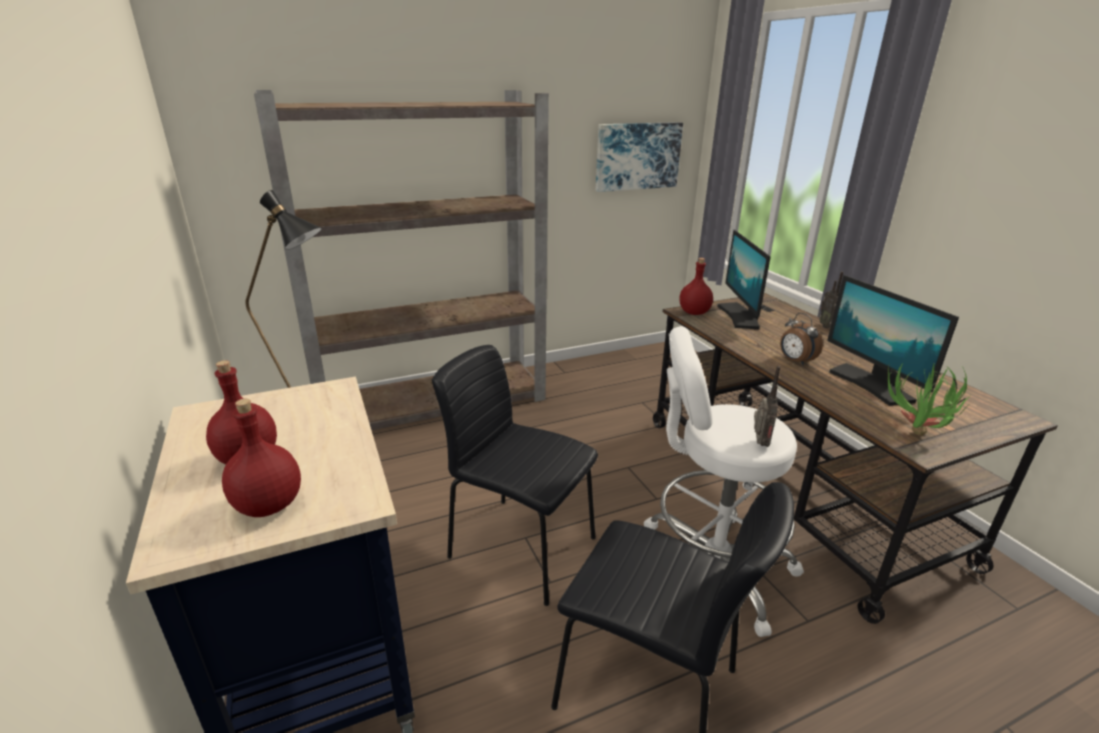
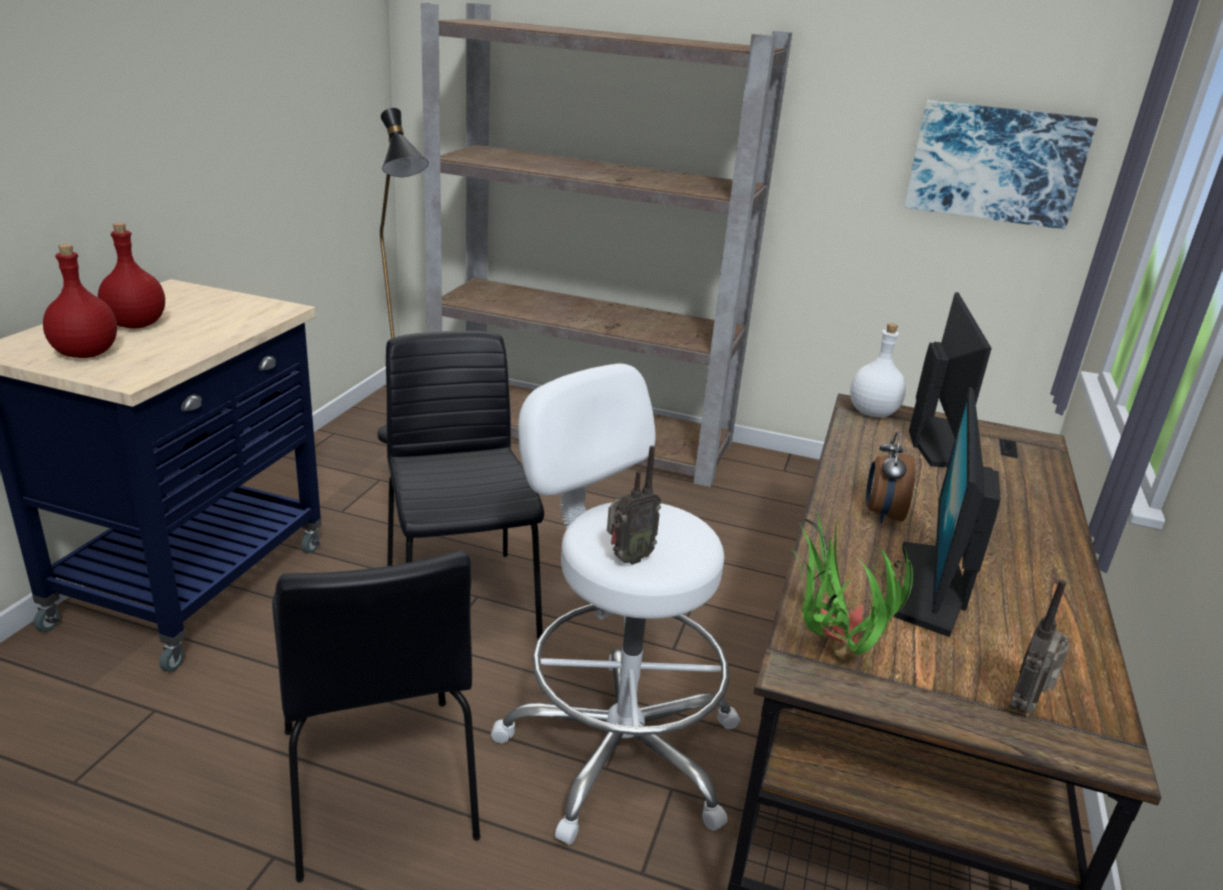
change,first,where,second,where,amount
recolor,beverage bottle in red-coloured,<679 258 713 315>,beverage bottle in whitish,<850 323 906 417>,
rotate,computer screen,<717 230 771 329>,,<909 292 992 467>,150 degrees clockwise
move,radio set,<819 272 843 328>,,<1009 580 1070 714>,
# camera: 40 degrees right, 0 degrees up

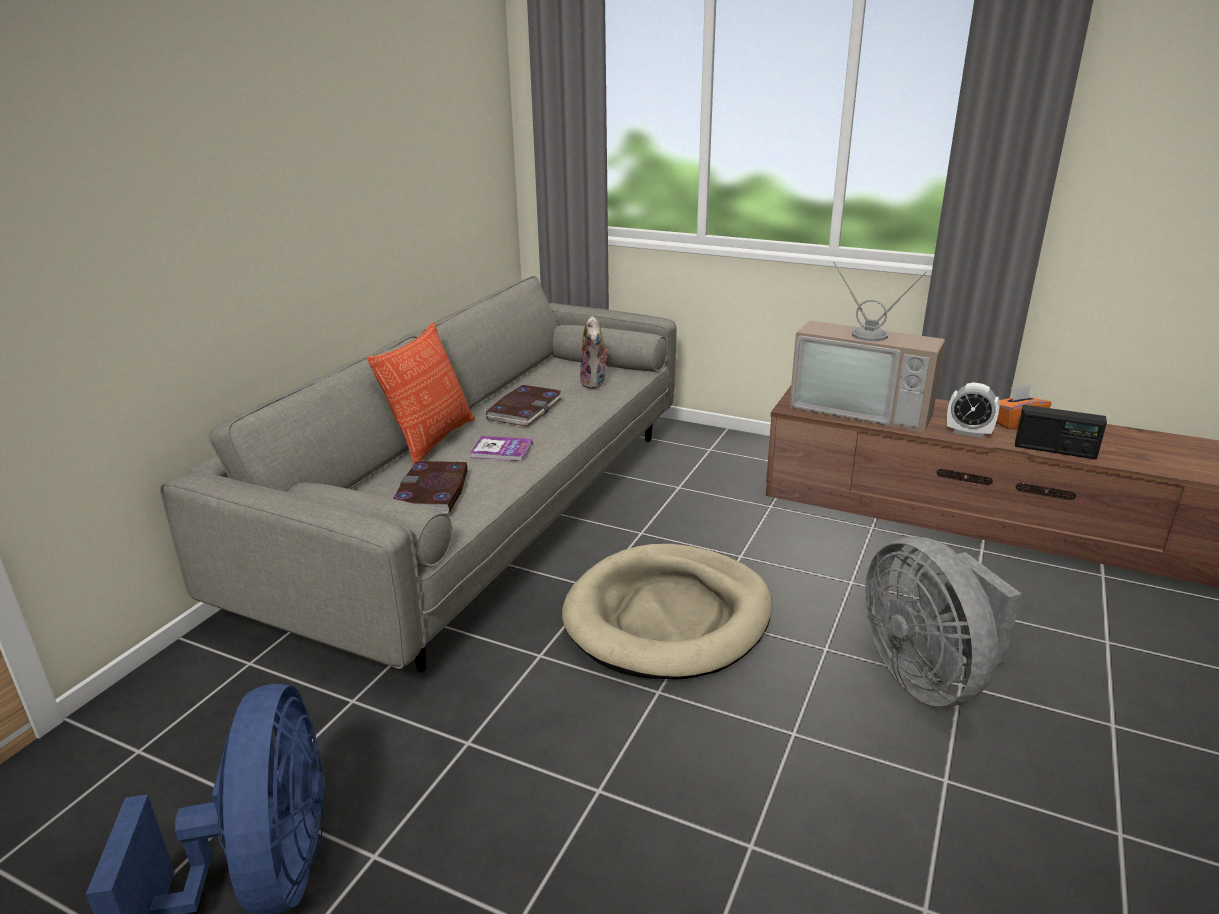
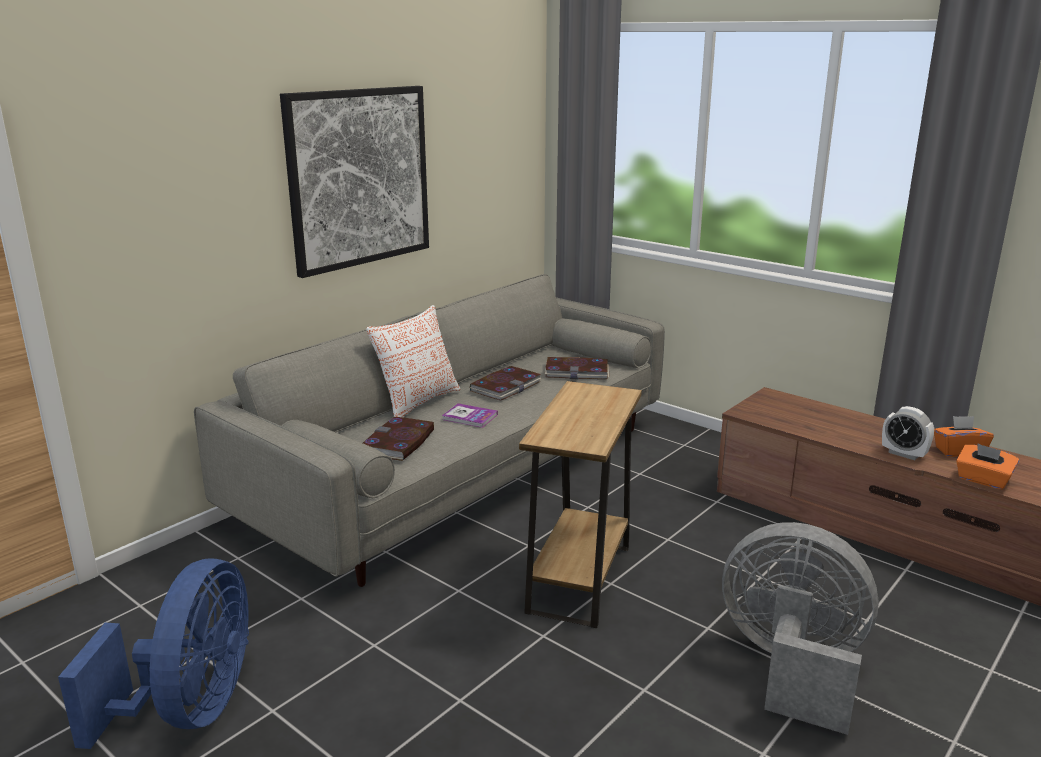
change,first,where,second,where,amount
insert,,,wall art,<280 86 429 278>,
recolor,pillow in orangey,<367 323 475 465>,pillow in whitish,<366 305 460 417>,
replace,dog cushion in beige-coloured,<562 544 772 679>,accent table in brown-coloured,<519 381 642 628>,
replace,plush toy,<580 316 610 389>,book,<545 357 609 379>,
rotate,fan in gray,<865 536 1022 707>,,<722 522 879 735>,120 degrees clockwise
replace,radio set,<1015 405 1107 460>,tissue box in orangey,<956 443 1019 490>,
delete,TV,<789 262 945 432>,,,
# camera: 15 degrees right, 5 degrees down

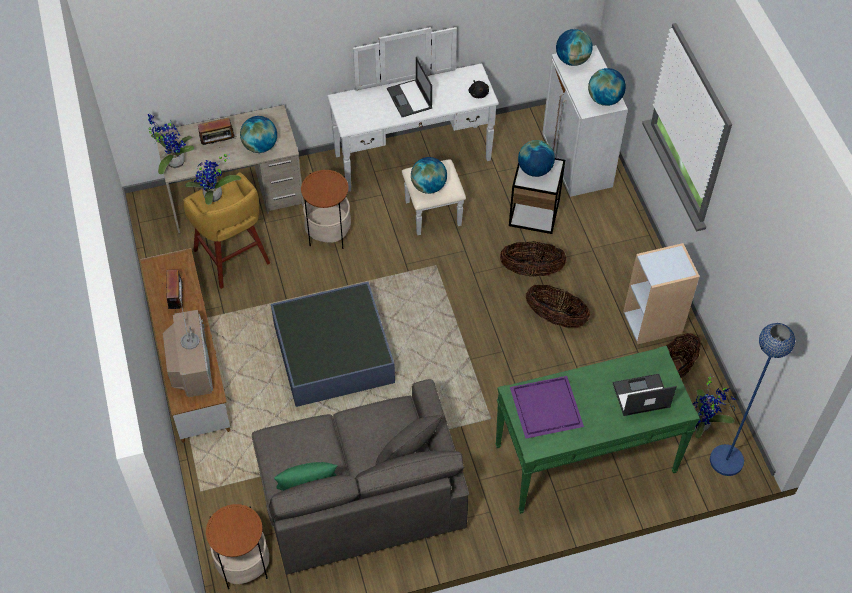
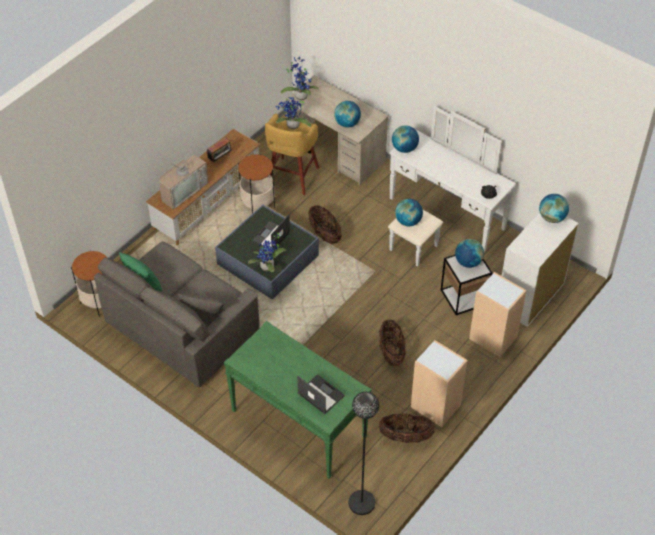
change,first,where,second,where,amount
move,accent table,<301 170 351 249>,,<238 155 275 214>,
move,houseplant,<693 376 736 439>,,<248 233 286 272>,
move,portable computer,<387 57 432 117>,,<252 214 290 248>,
move,storage basket,<500 241 567 276>,,<309 205 342 244>,
recolor,standing lamp in blue-coloured,<710 323 795 476>,standing lamp in black-coloured,<349 392 379 515>,
move,globe,<588 68 626 106>,,<392 125 419 153>,
insert,,,shelving unit,<469 272 527 357>,
delete,radio set,<198 118 236 145>,,,
delete,tray in purple-coloured,<510 376 584 439>,,,
# camera: 55 degrees right, 5 degrees down

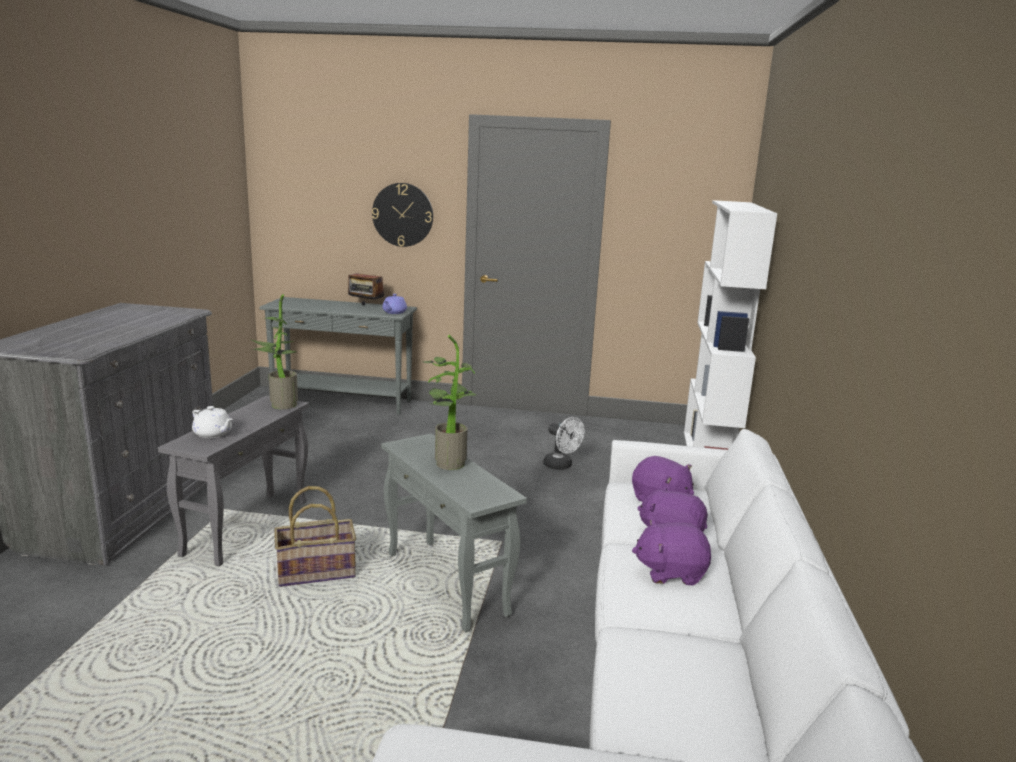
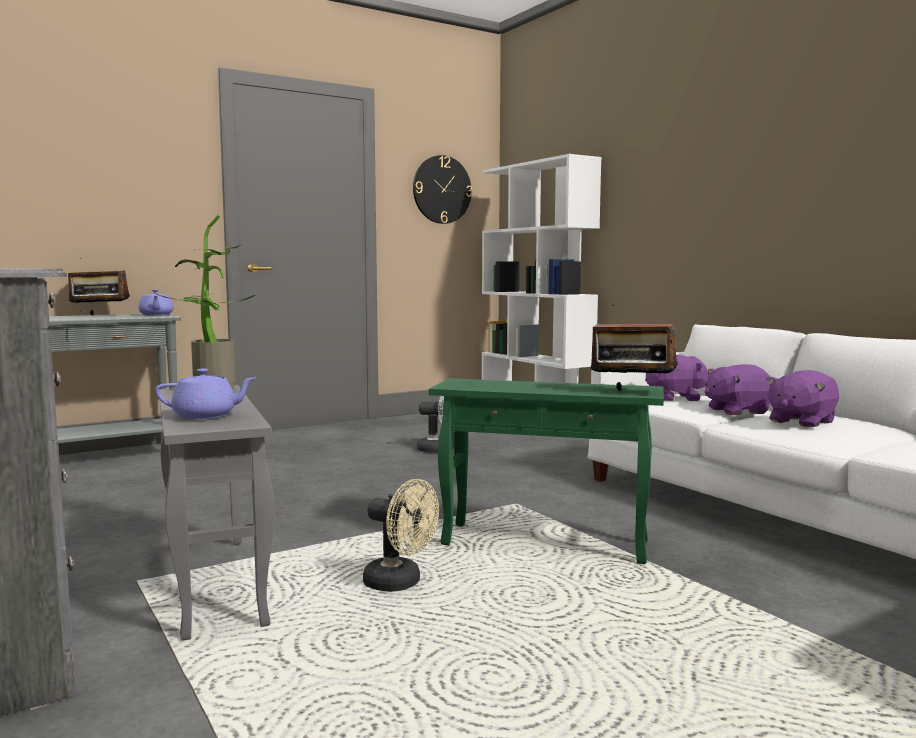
change,first,where,second,where,amount
recolor,tea pot in whitish,<192 406 233 438>,tea pot in purple-coloured,<155 368 256 419>,
replace,storage basket,<274 486 356 587>,fan in beige-coloured,<363 479 439 592>,
move,hanging clock,<372 183 433 247>,,<413 155 472 224>,
recolor,accent table in gray,<381 434 527 632>,accent table in green,<429 378 664 564>,
insert,,,radio set,<591 305 678 391>,
delete,houseplant,<423 335 476 470>,,,
# camera: 40 degrees left, 10 degrees down

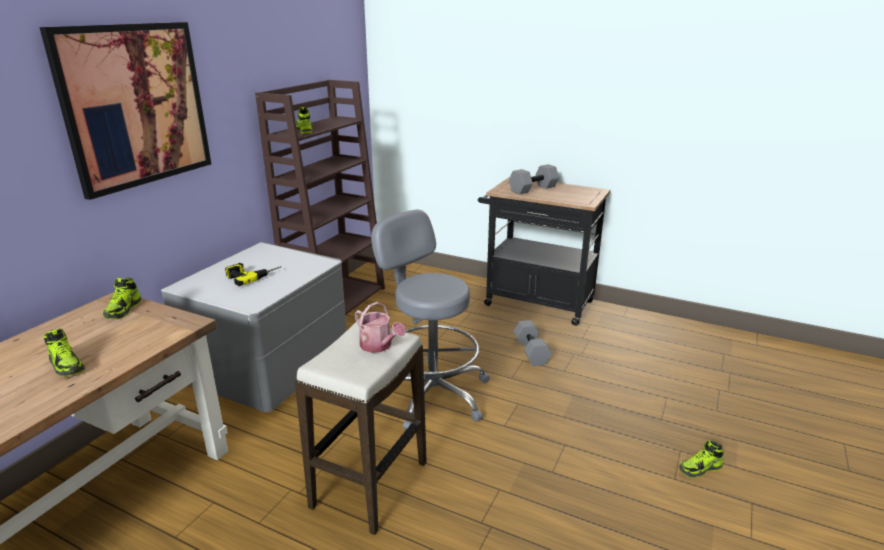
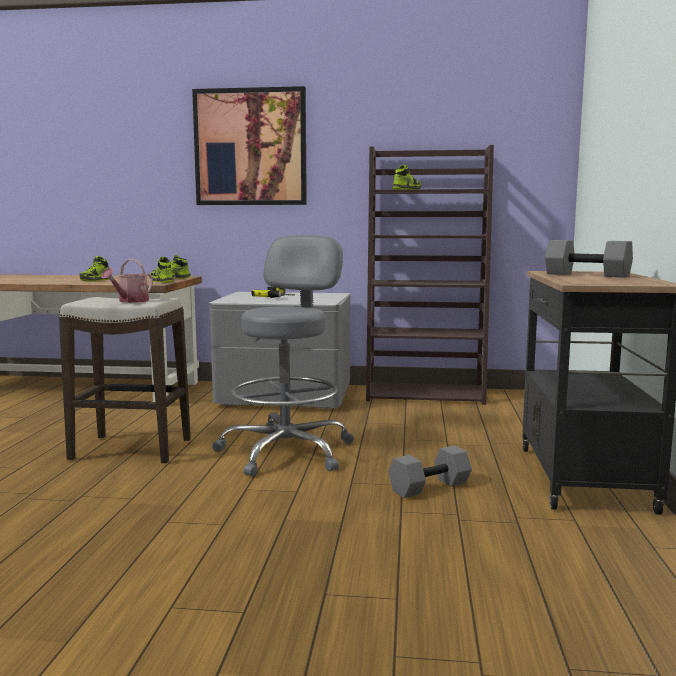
change,first,where,second,where,amount
move,item of footwear,<679 440 724 478>,,<151 257 173 283>,
# camera: 70 degrees right, 15 degrees down

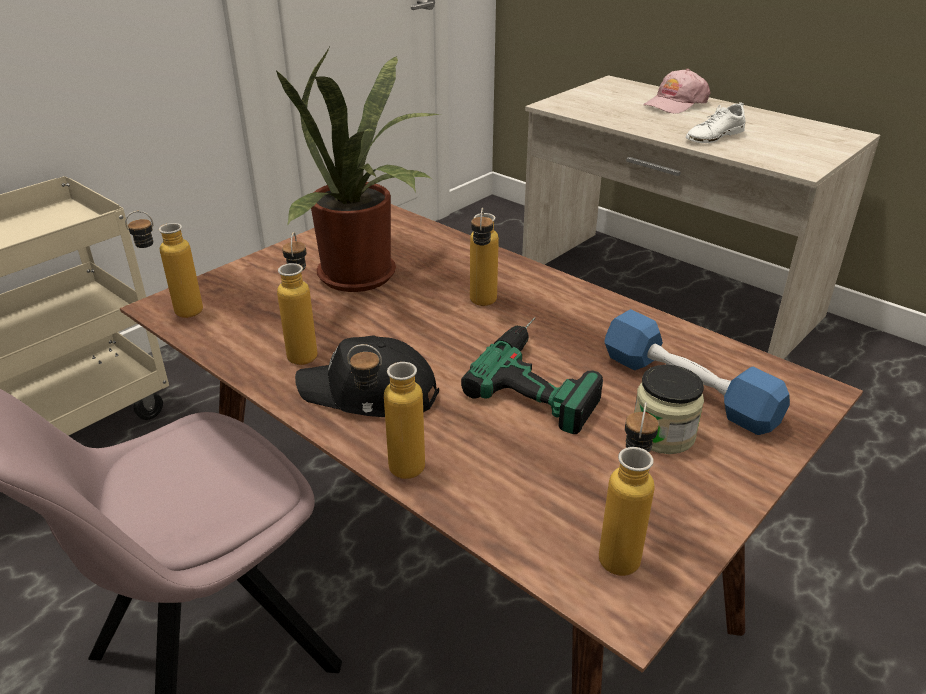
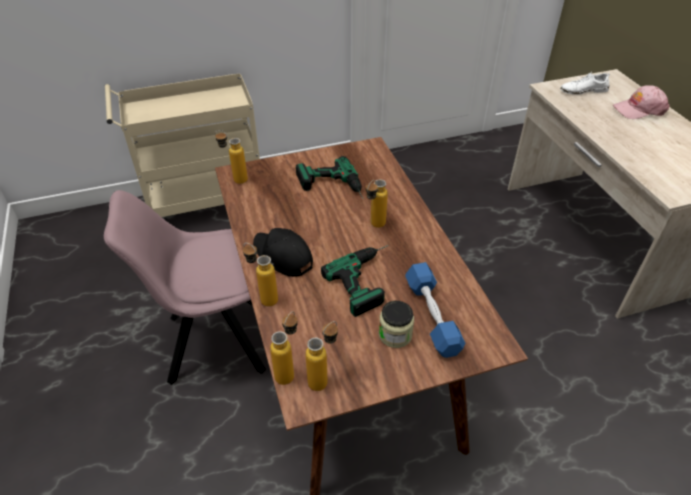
change,first,where,second,where,amount
move,beverage bottle,<277 232 317 365>,,<270 312 298 385>,
replace,houseplant,<276 48 441 292>,power drill,<296 156 363 199>,
move,item of footwear in whitish,<686 102 746 143>,,<560 72 610 95>,
# camera: 30 degrees right, 10 degrees up

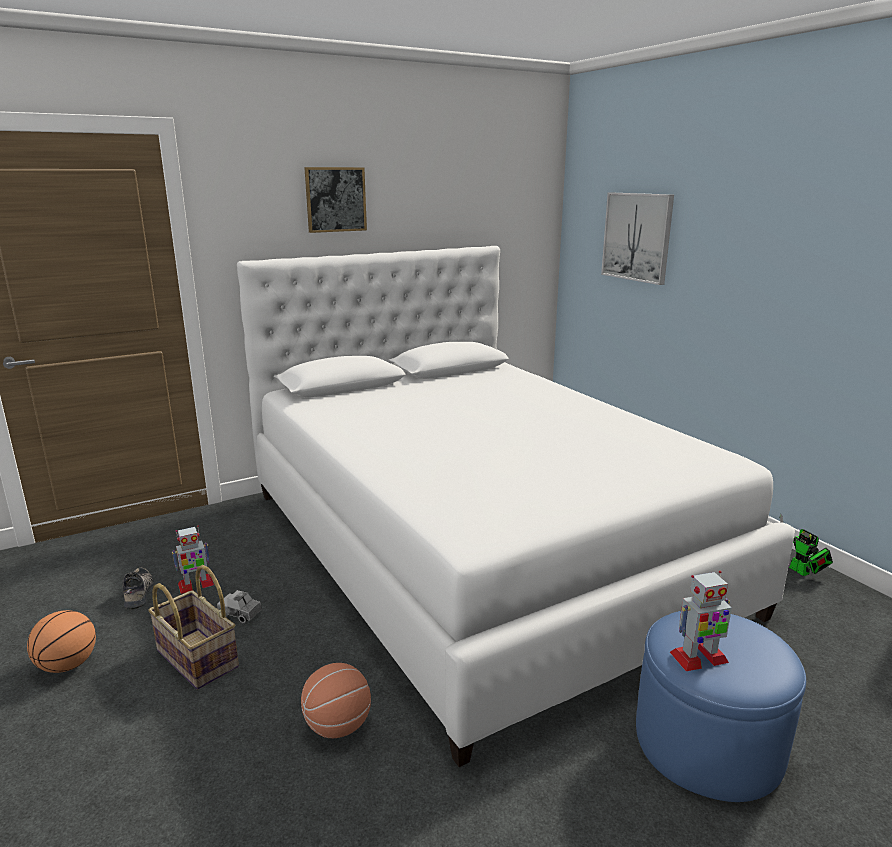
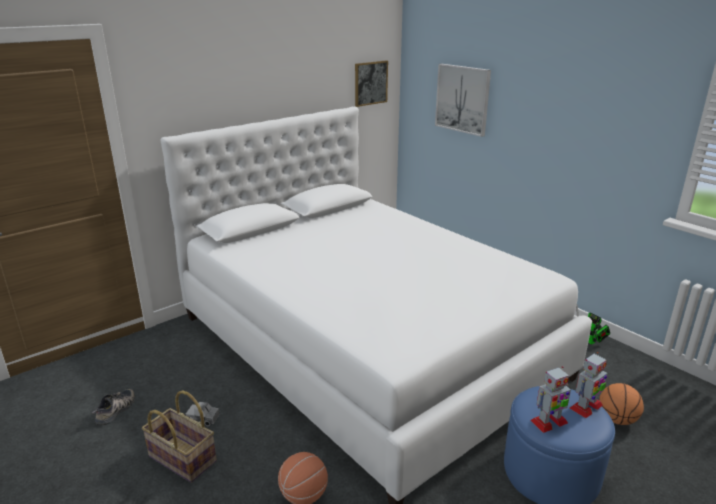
change,first,where,second,where,amount
rotate,item of footwear,<122 568 154 610>,,<92 389 135 425>,45 degrees clockwise
move,wall art,<304 167 367 233>,,<355 61 388 107>,
move,toy robot,<172 525 214 594>,,<570 352 608 418>,
move,basketball ball,<27 610 96 673>,,<599 383 644 425>,
# camera: 10 degrees left, 5 degrees up

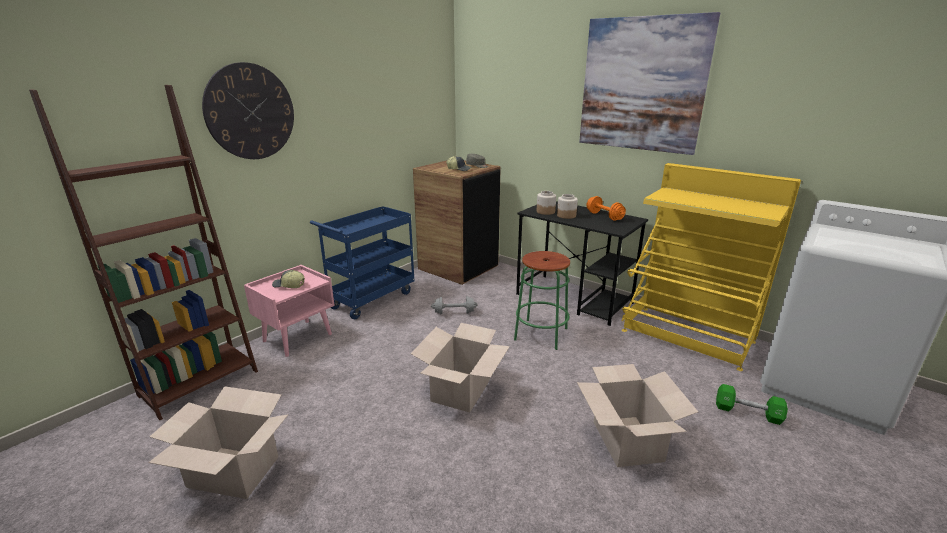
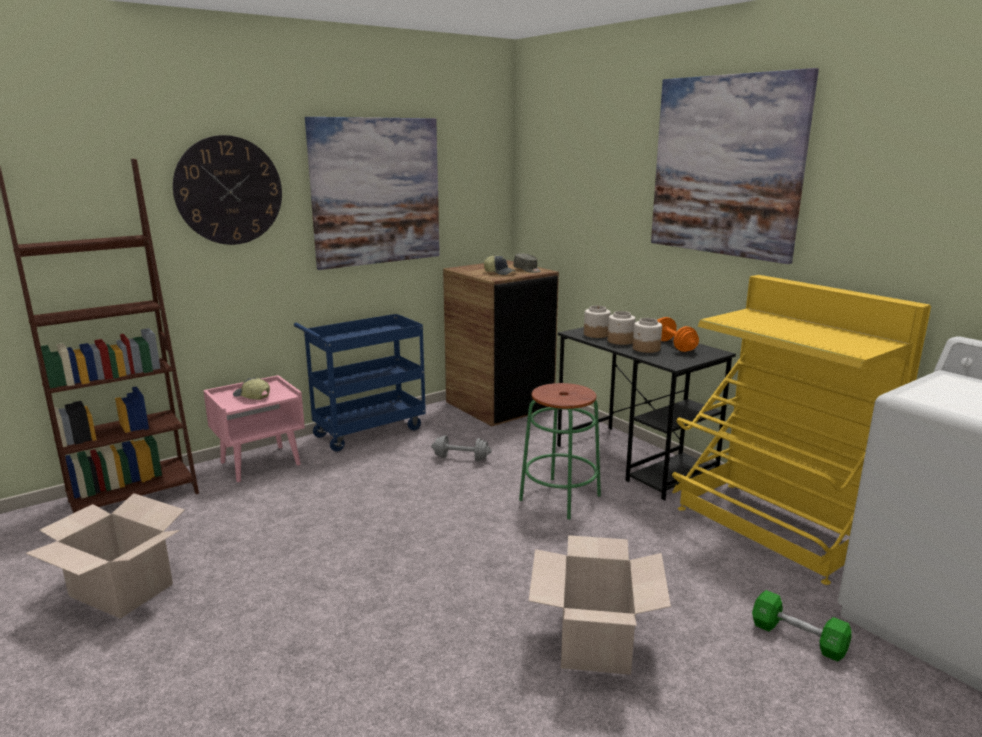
change,first,where,second,where,amount
insert,,,wall art,<305 117 440 270>,
insert,,,storage jar,<633 318 662 353>,
delete,packing box,<411 323 510 413>,,,
# camera: 15 degrees right, 5 degrees down

